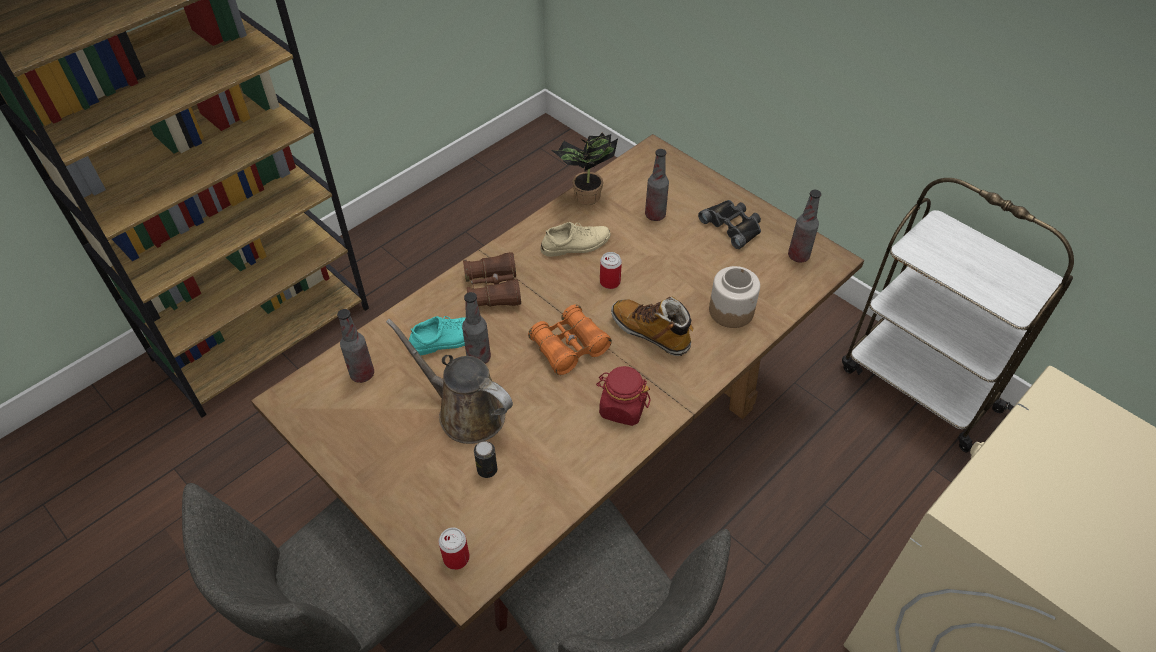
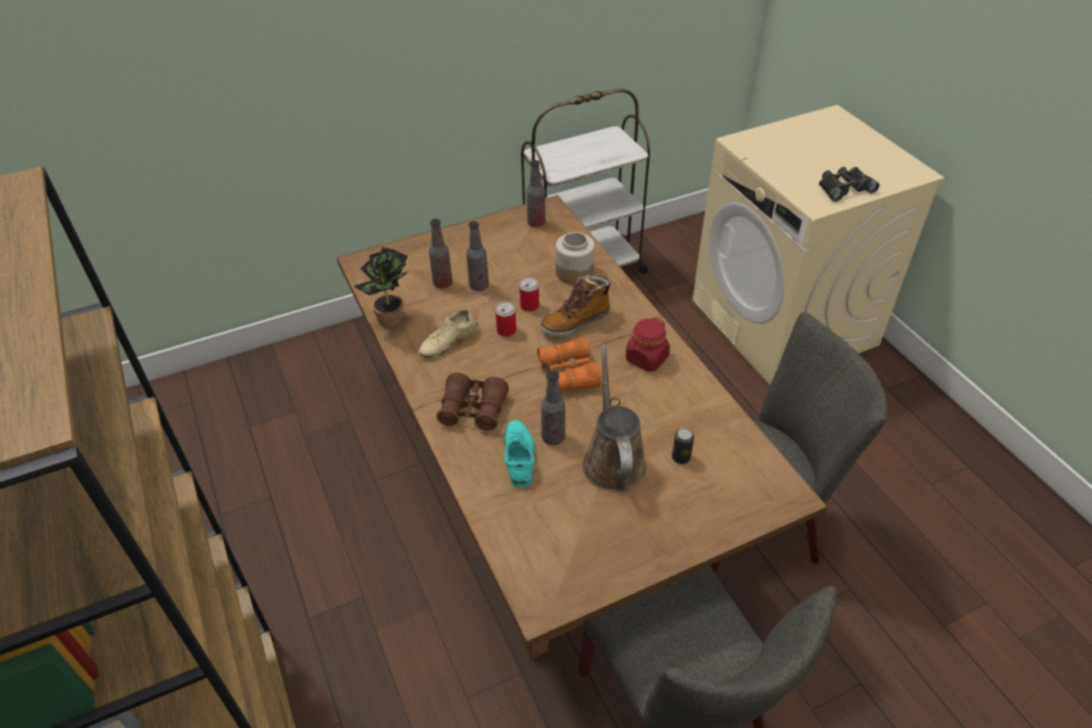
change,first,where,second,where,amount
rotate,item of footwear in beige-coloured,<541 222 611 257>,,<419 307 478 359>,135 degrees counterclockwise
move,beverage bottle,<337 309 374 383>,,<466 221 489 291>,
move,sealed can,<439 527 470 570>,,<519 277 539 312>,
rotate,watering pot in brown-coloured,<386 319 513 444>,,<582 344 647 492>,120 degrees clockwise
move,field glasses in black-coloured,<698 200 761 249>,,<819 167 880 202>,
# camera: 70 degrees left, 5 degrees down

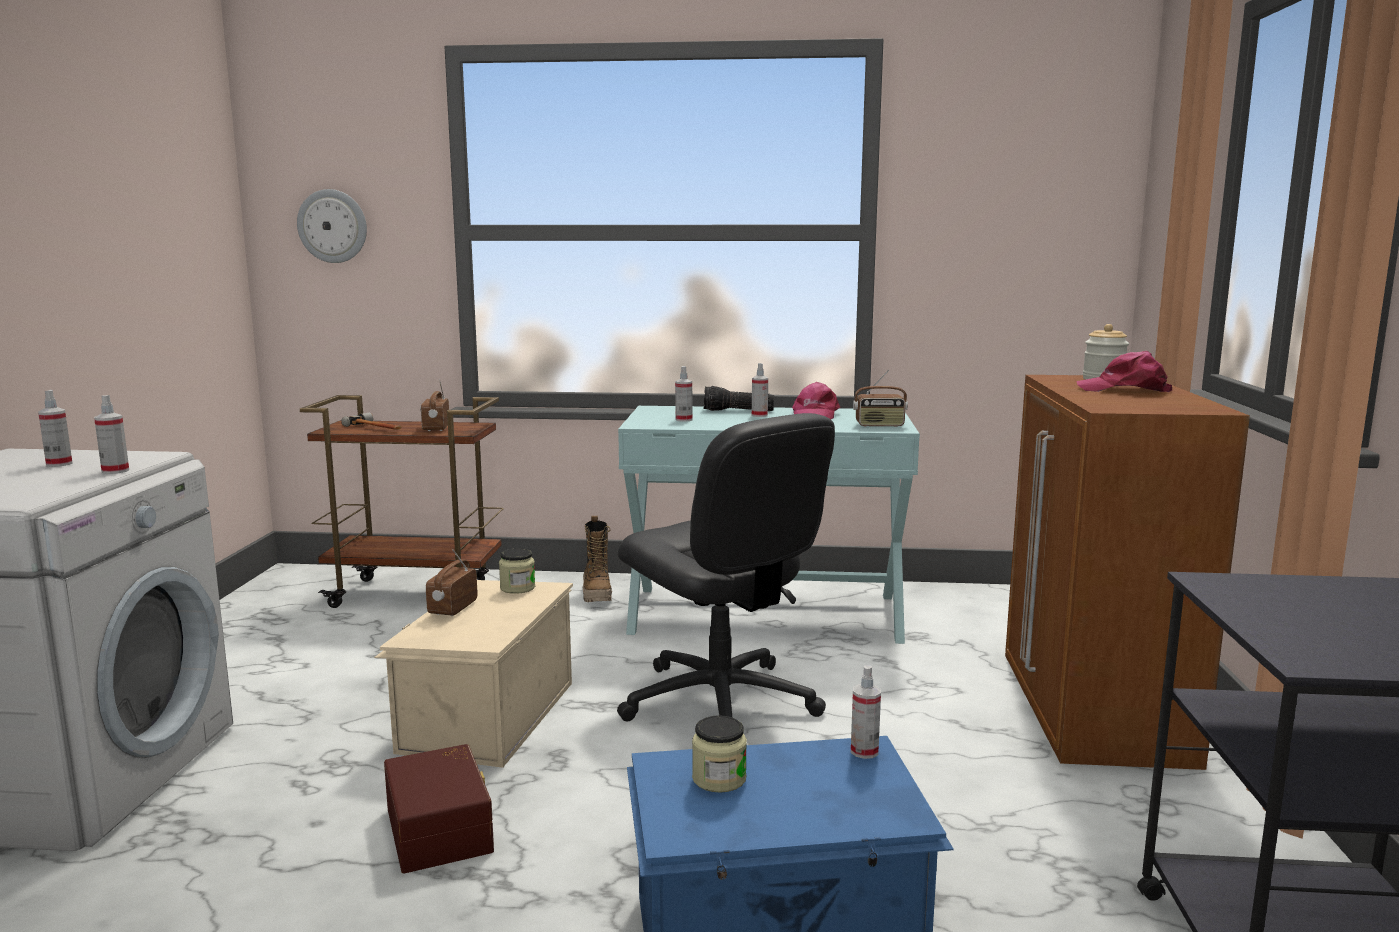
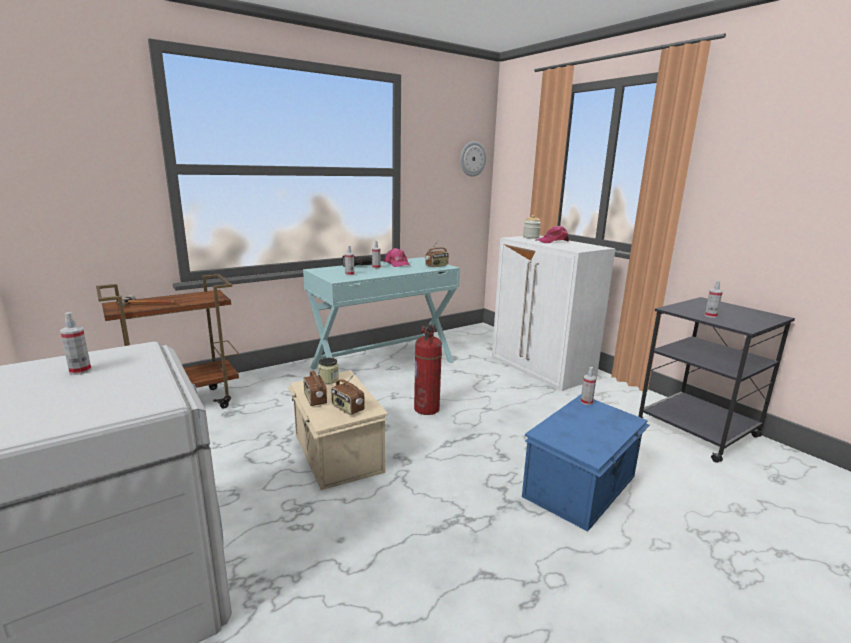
change,first,where,second,where,amount
move,radio set,<420 379 449 431>,,<331 373 365 415>,
replace,computer chair in black-coloured,<617 413 835 721>,fire-fighting cylinder,<414 324 442 415>,
move,hanging clock,<297 189 367 263>,,<460 141 486 177>,
recolor,storage cabinet in brown-coloured,<1005 375 1250 770>,storage cabinet in whitish,<492 236 616 391>,
move,sprayer,<94 395 129 474>,,<705 281 723 318>,
delete,storage bin in brown-coloured,<384 744 494 873>,,,
delete,tall boot,<583 516 612 602>,,,
delete,storage jar,<692 715 747 793>,,,
# camera: 40 degrees left, 5 degrees up

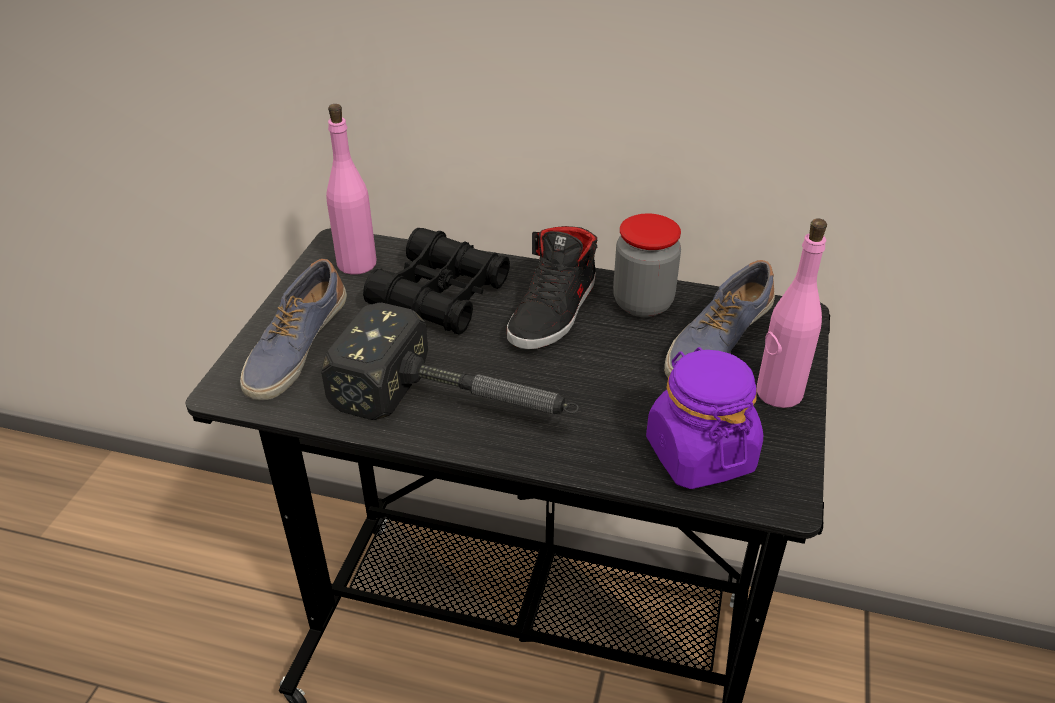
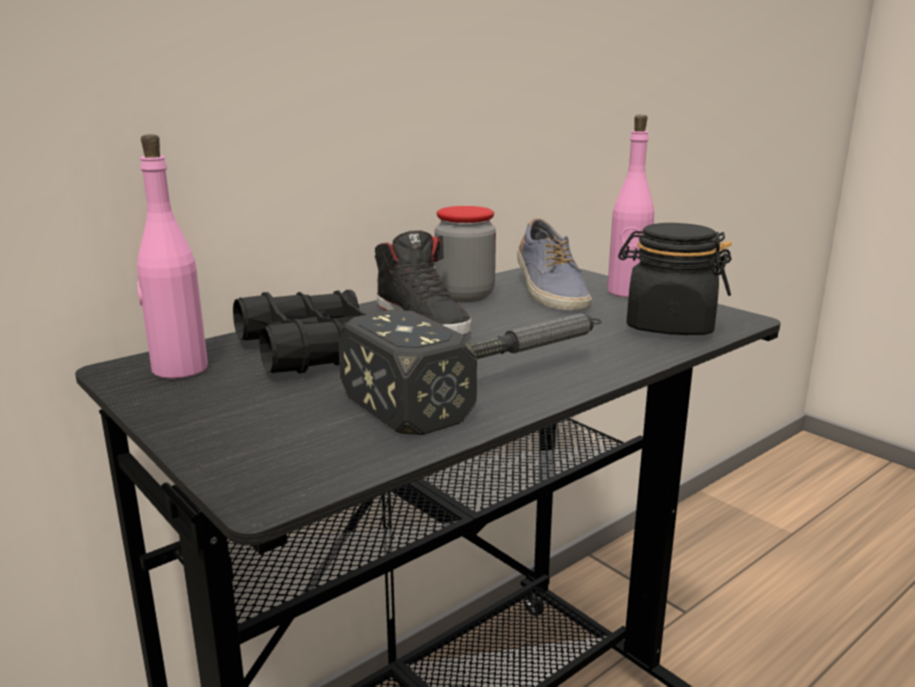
change,first,where,second,where,amount
recolor,storage jar in purple-coloured,<646 347 763 489>,storage jar in black-coloured,<618 223 732 335>,
delete,item of footwear,<240 259 347 400>,,,
# camera: 55 degrees left, 20 degrees down

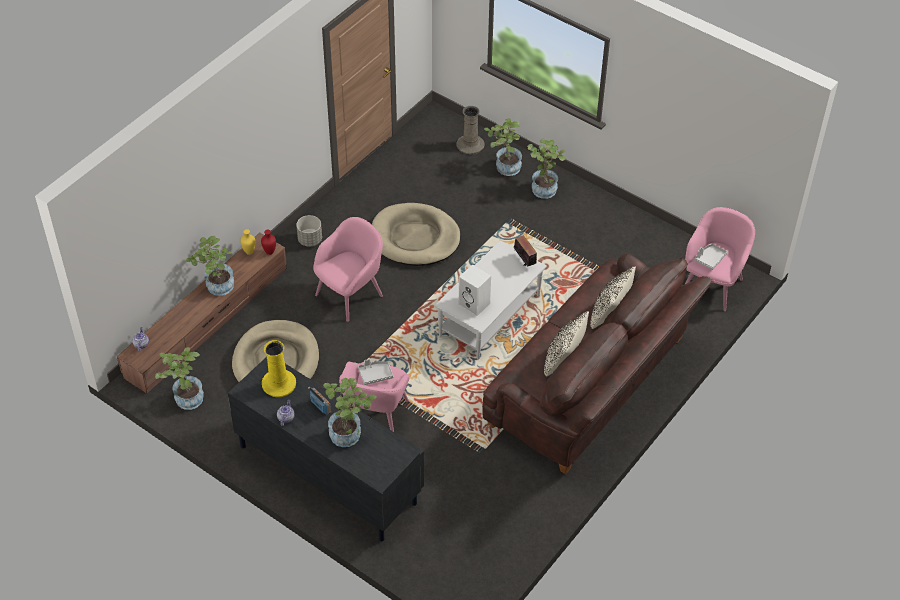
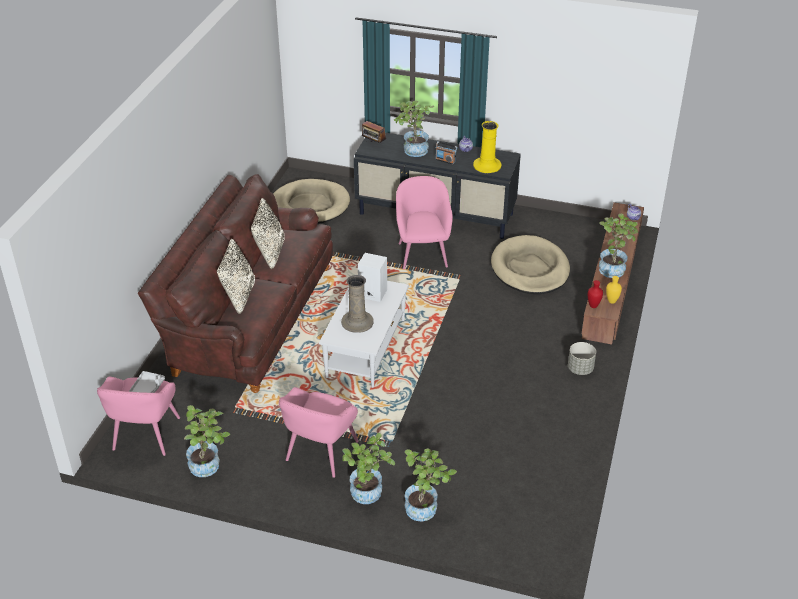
change,first,where,second,where,amount
move,houseplant,<155 347 204 410>,,<184 405 230 477>,
move,dog cushion in beige-coloured,<372 203 461 266>,,<273 179 350 224>,
move,easy chair in pinkish,<313 217 383 322>,,<279 387 359 478>,
move,decorative vase in beige-coloured,<456 106 485 154>,,<341 275 374 333>,
move,radio set,<514 236 537 266>,,<362 121 386 144>,
delete,tray in gray,<358 359 394 385>,,,
# camera: 160 degrees right, 10 degrees down

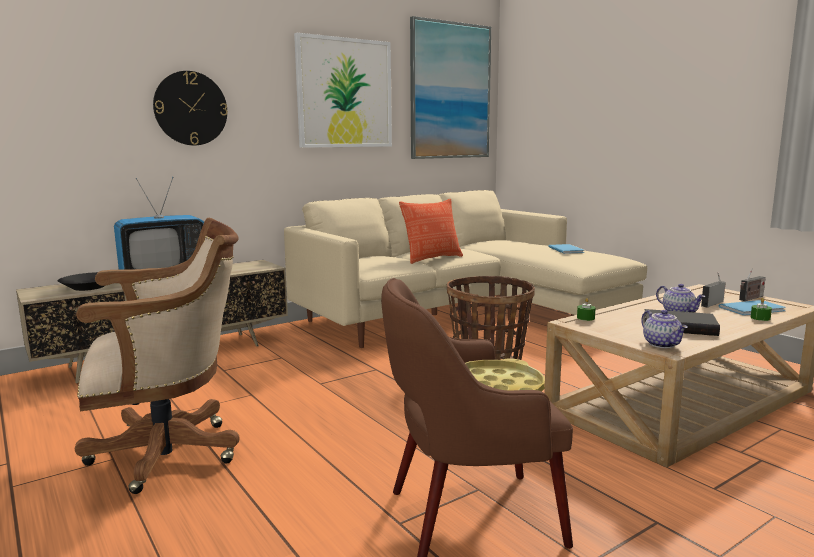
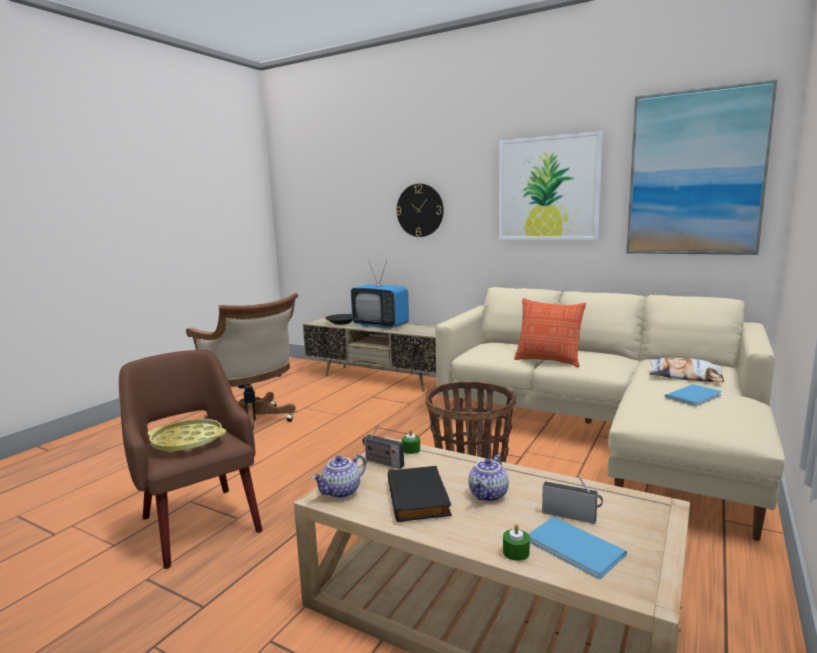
change,first,where,second,where,amount
move,radio set,<739 268 766 301>,,<362 426 404 469>,
insert,,,pillow,<649 357 724 382>,
# camera: 65 degrees right, 0 degrees up

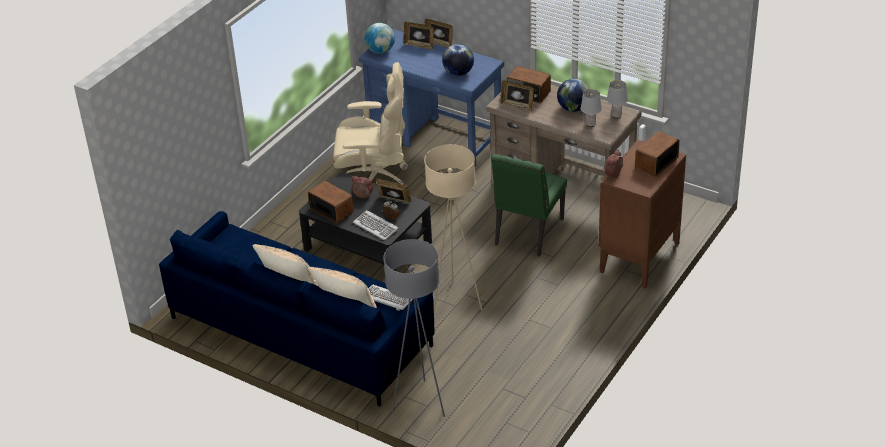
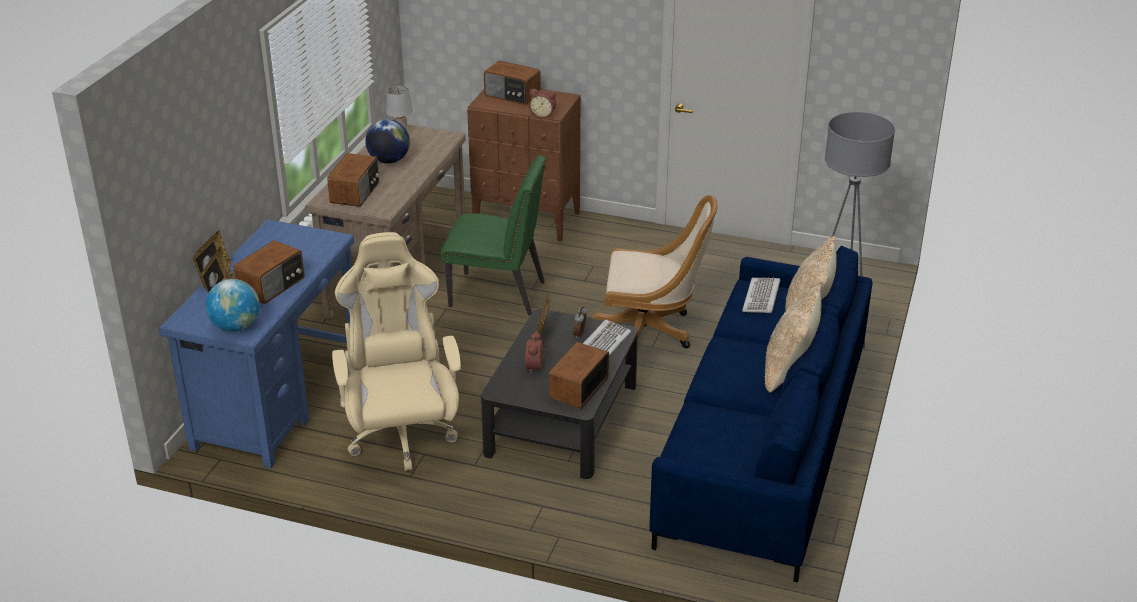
change,first,where,second,where,amount
insert,,,radio set,<233 240 304 304>,
replace,standing lamp in beige-coloured,<424 144 482 313>,computer chair,<592 195 718 348>,
delete,globe,<442 44 474 76>,,,
delete,photo frame,<500 81 534 111>,,,
delete,lamp for a table in gray,<581 89 602 127>,,,
# camera: 105 degrees left, 5 degrees down

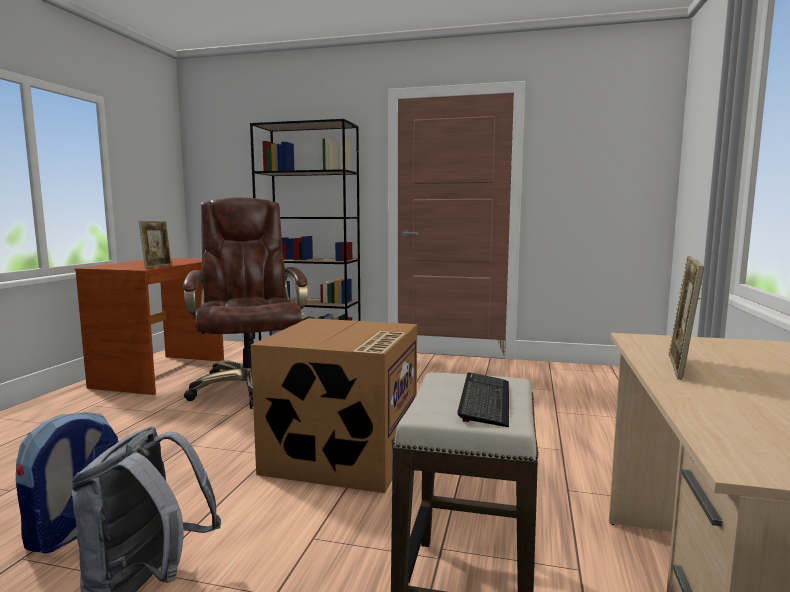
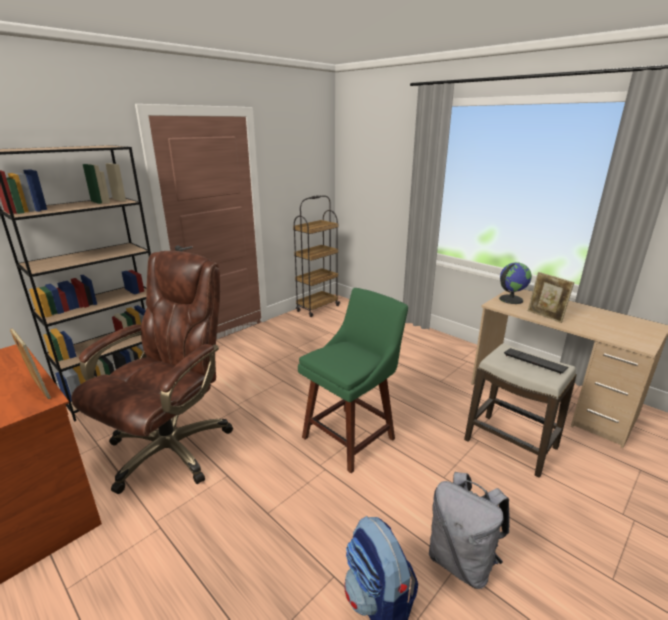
change,first,where,second,where,amount
rotate,computer chair in brown-coloured,<183 197 308 409>,,<71 251 233 494>,105 degrees clockwise
insert,,,trolley in brown-coloured,<293 195 341 317>,
replace,packing box,<251 318 417 493>,stool in green,<298 288 408 473>,
insert,,,globe,<499 262 532 304>,
# camera: 60 degrees left, 15 degrees up

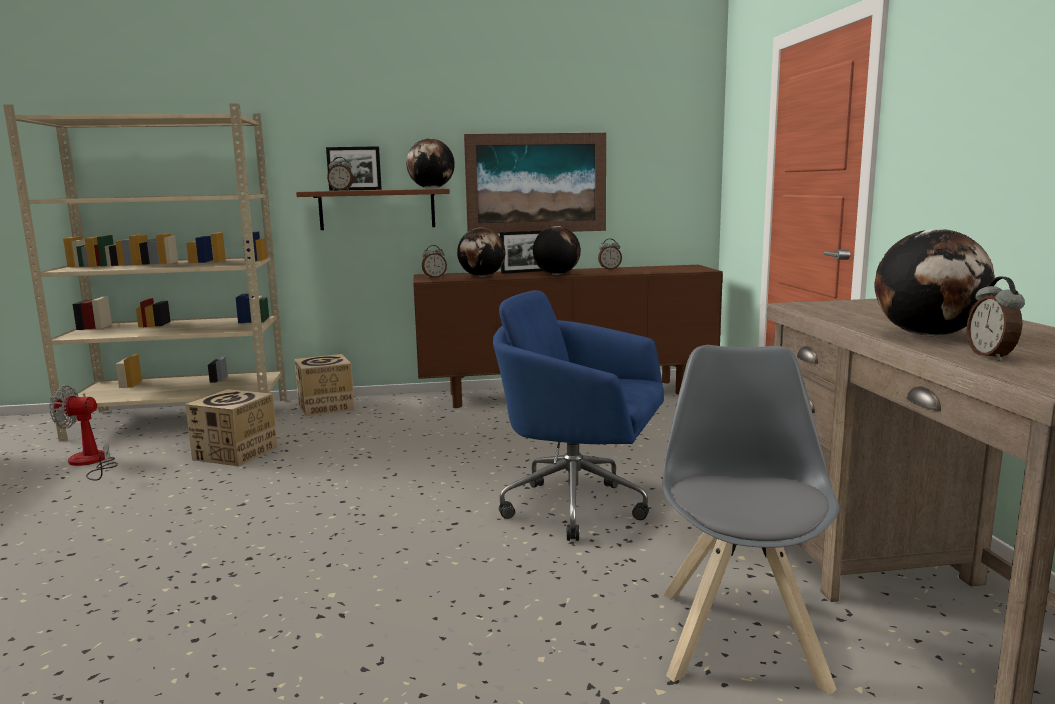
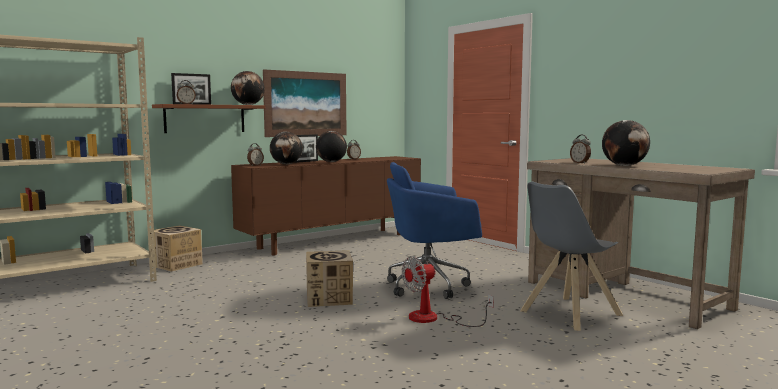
change,first,where,second,where,amount
move,packing box,<185 389 278 466>,,<306 250 353 307>,
move,fan,<49 385 118 481>,,<402 256 494 327>,
rotate,plain chair in gray,<663 345 840 695>,,<520 181 623 331>,105 degrees counterclockwise
move,table clock,<966 277 1025 361>,,<570 134 591 164>,
# camera: 30 degrees left, 5 degrees down

